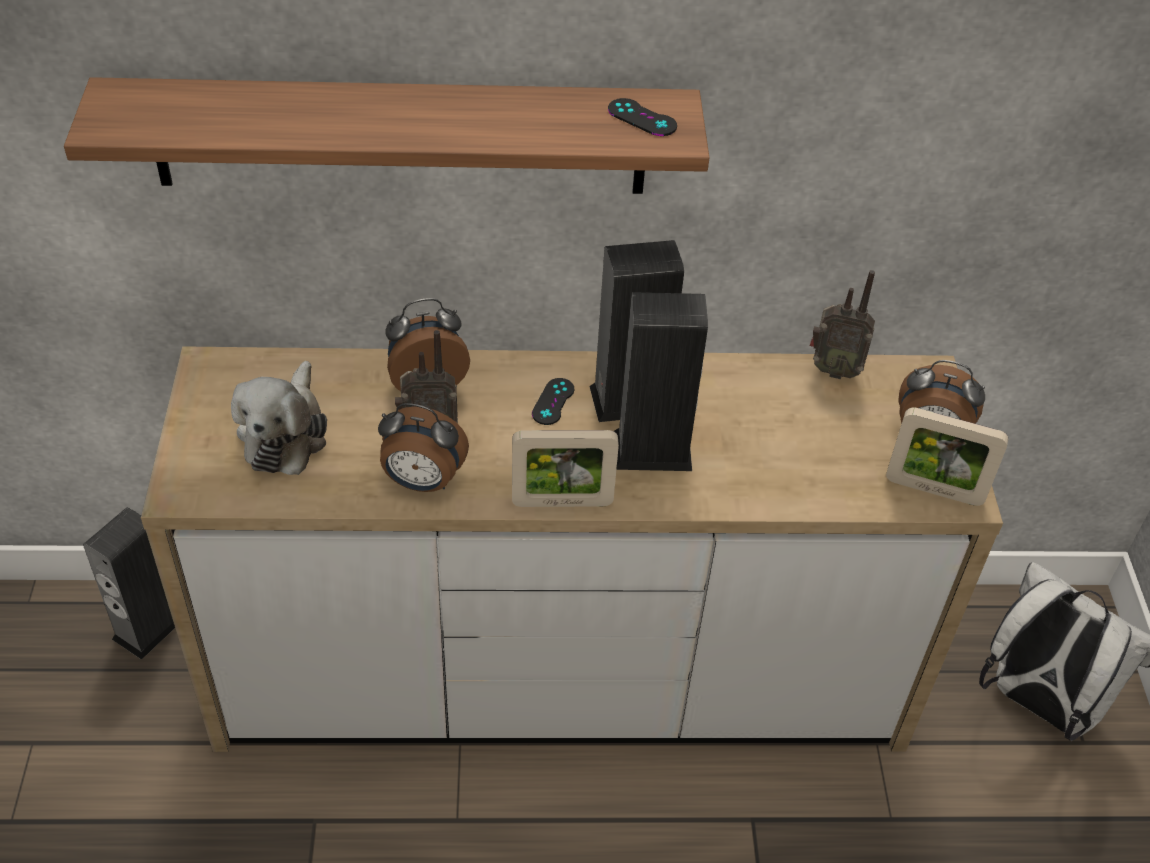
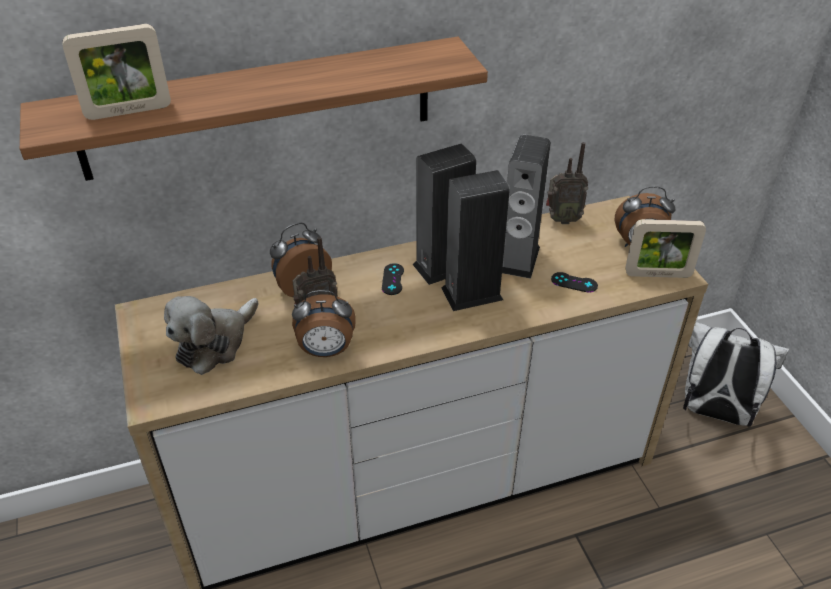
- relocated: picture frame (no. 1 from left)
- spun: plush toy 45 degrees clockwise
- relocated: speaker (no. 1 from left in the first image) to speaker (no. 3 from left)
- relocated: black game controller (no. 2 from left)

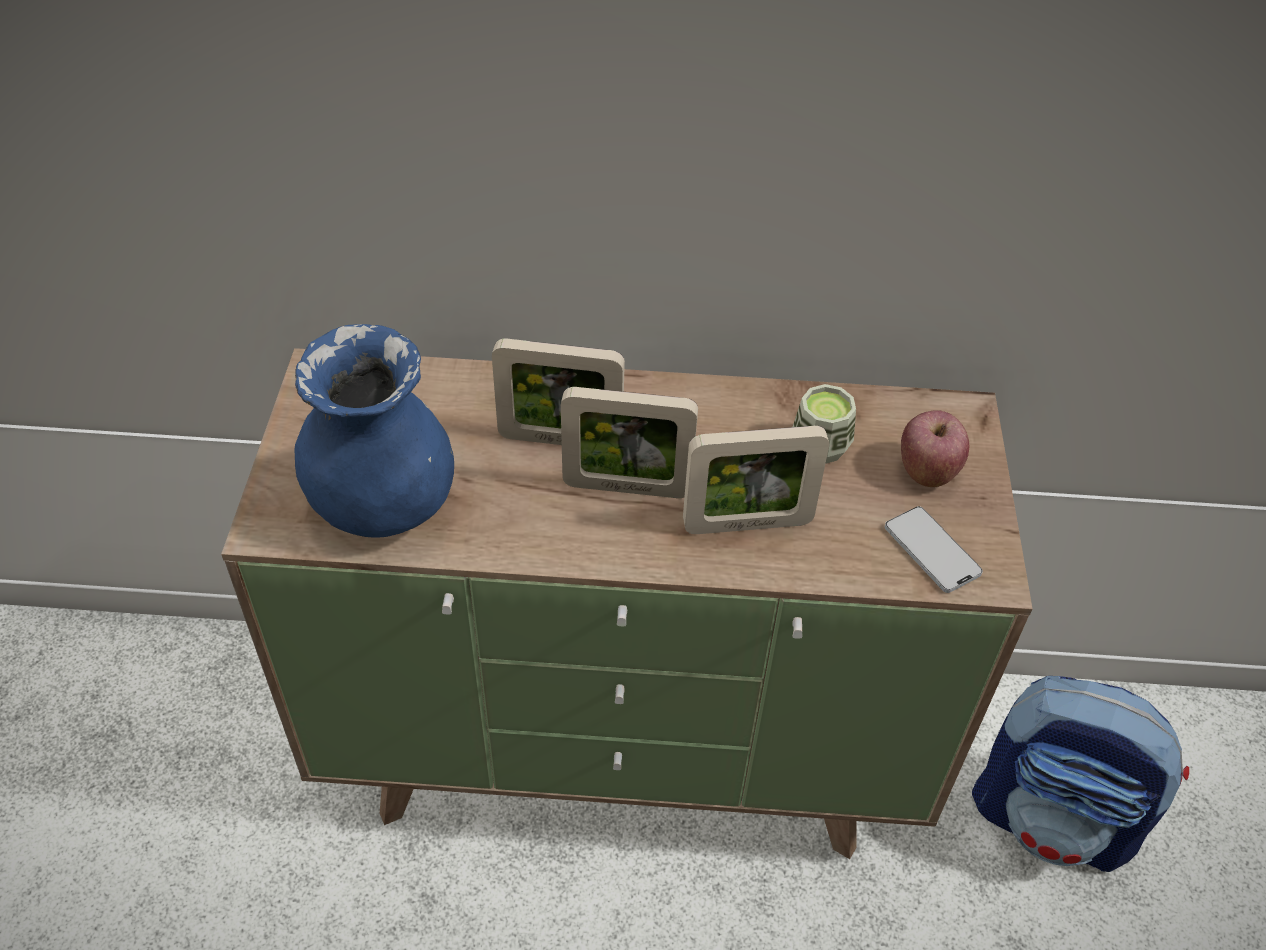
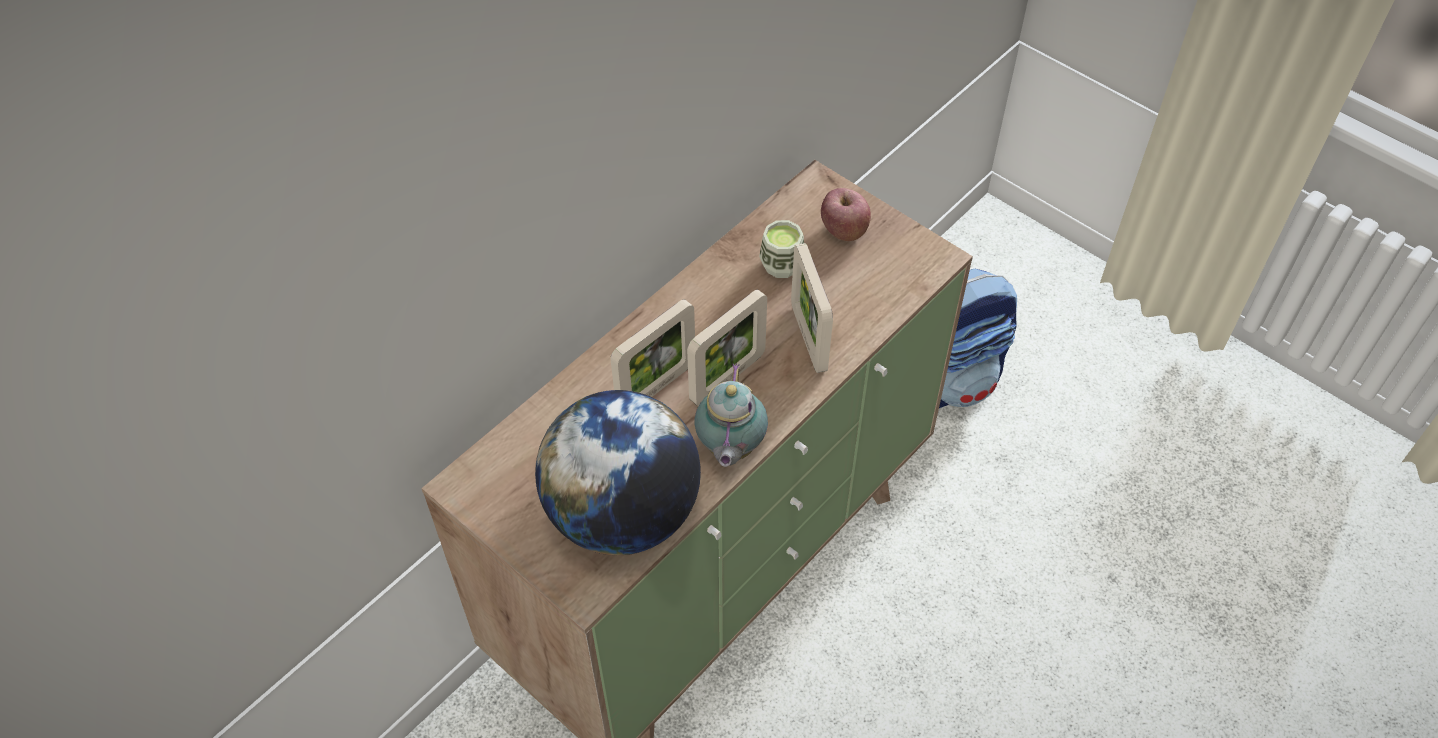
- exchanged: blue vase to globe
- appeared: teapot
- spun: picture frame (no. 3 from left) 135 degrees clockwise
- missing: phone

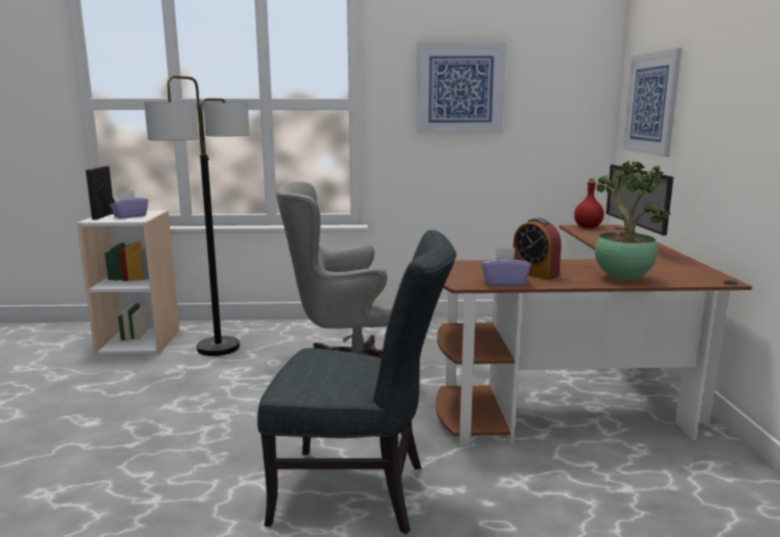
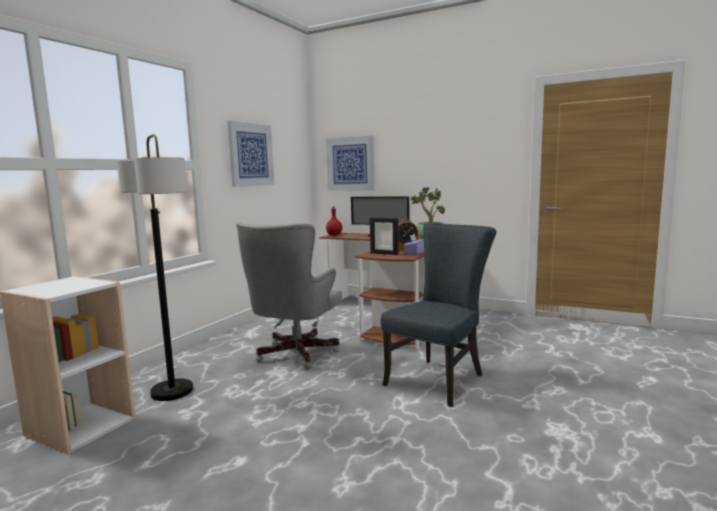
- relocated: picture frame
- missing: purple tissue box (no. 1 from left)

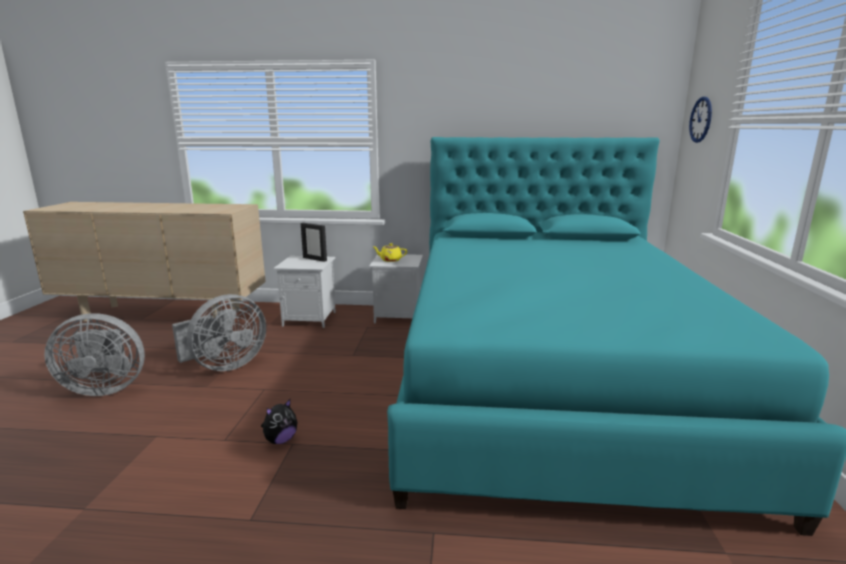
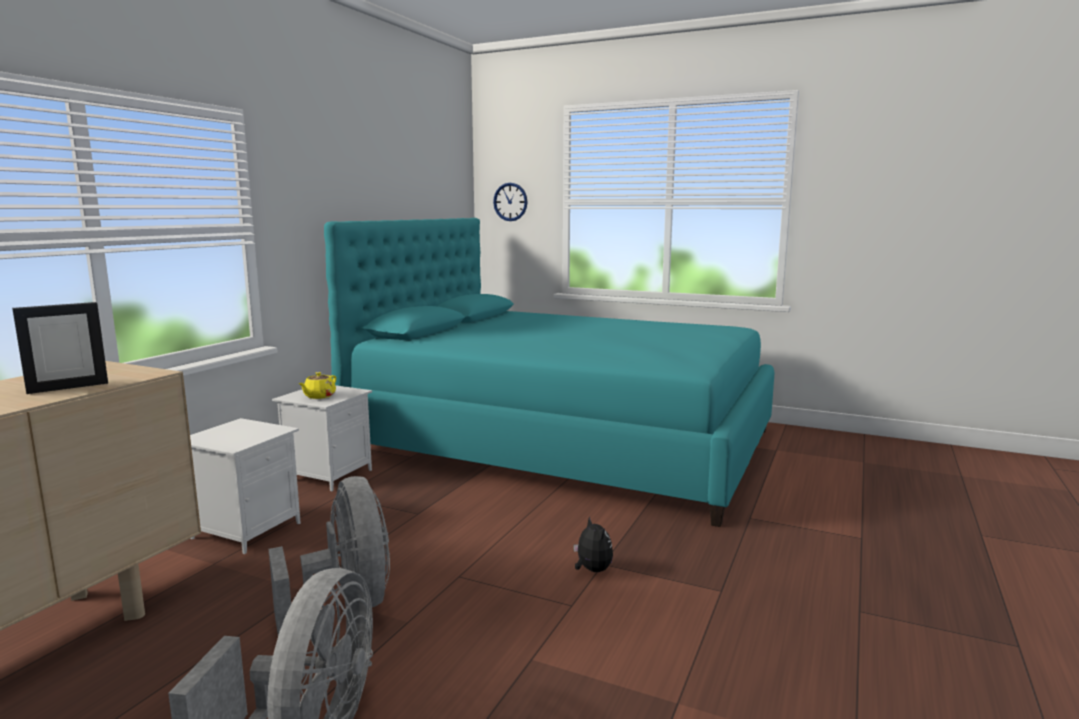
- relocated: picture frame

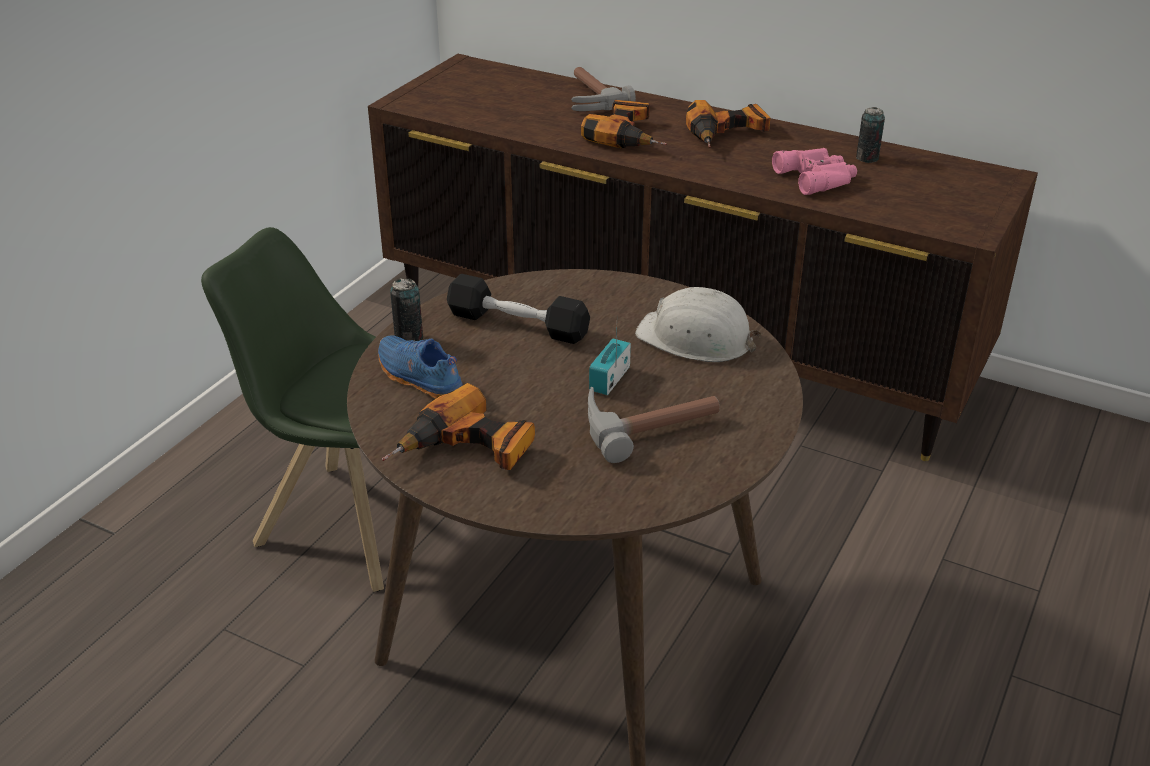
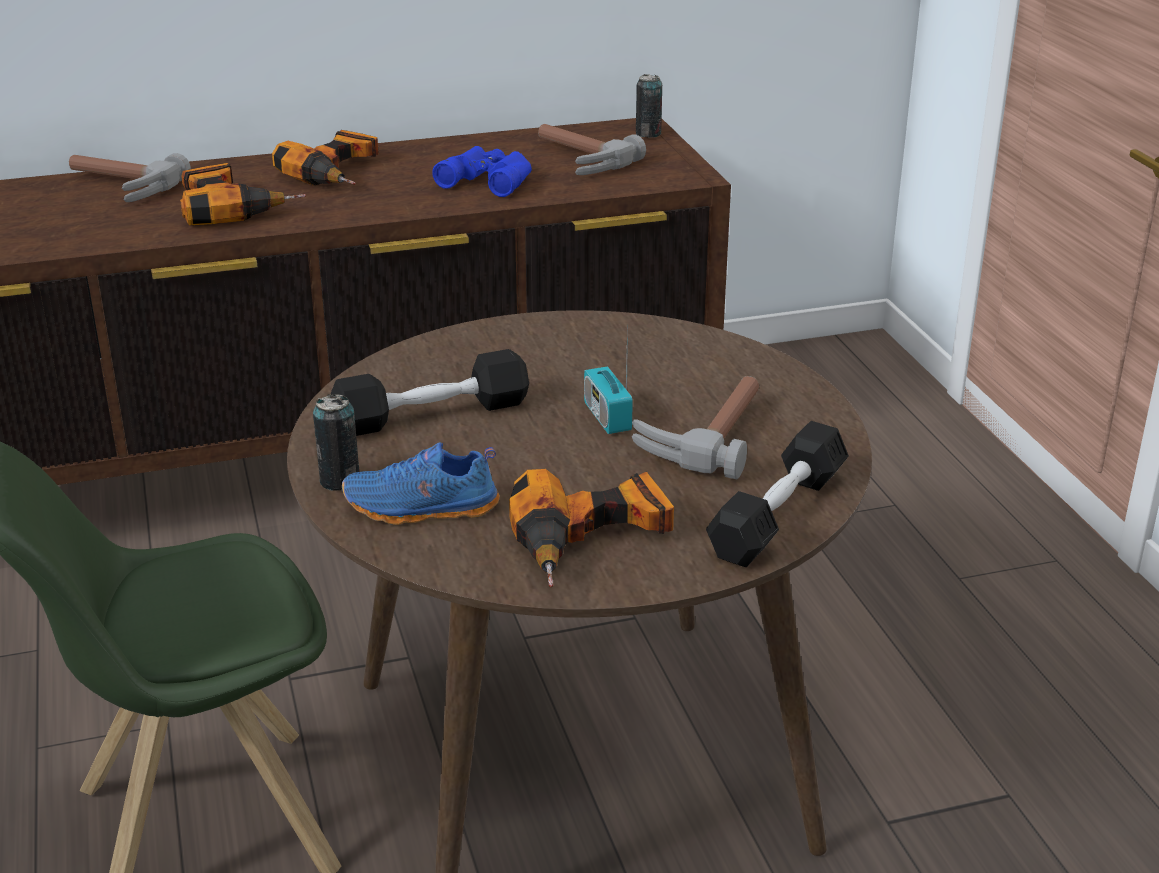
- colour: pink binoculars to blue binoculars
- appeared: hammer (no. 2 from left)
- relocated: can (no. 2 from left)
- appeared: black dumbbell (no. 2 from left)
- missing: white hard hat

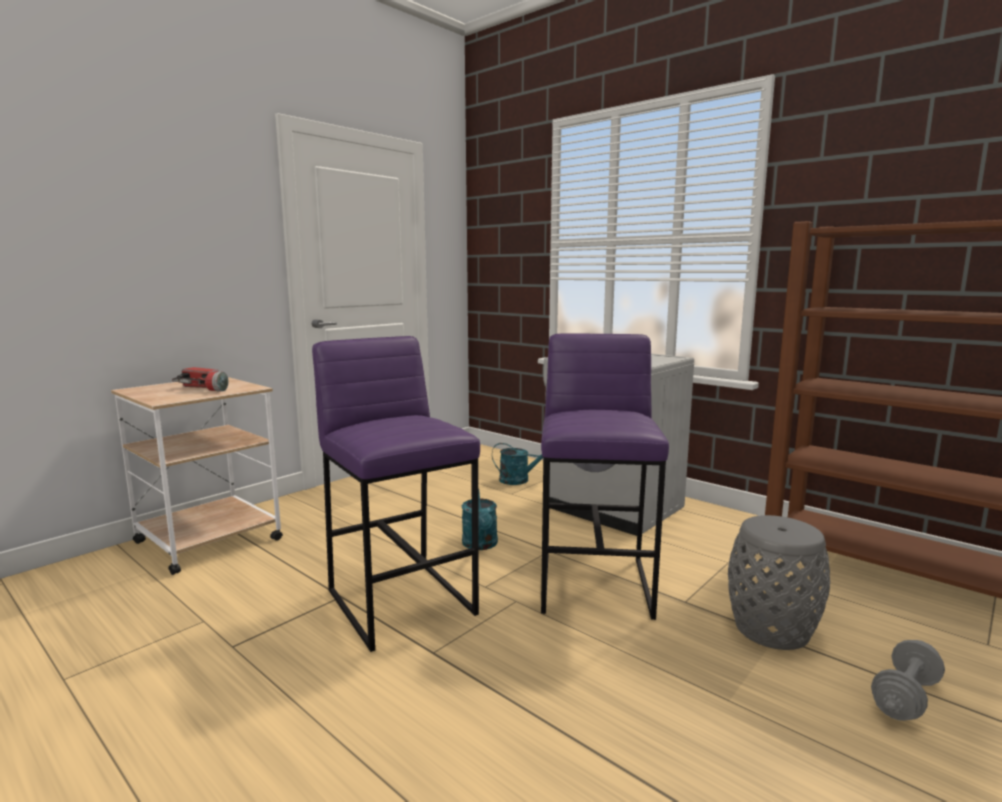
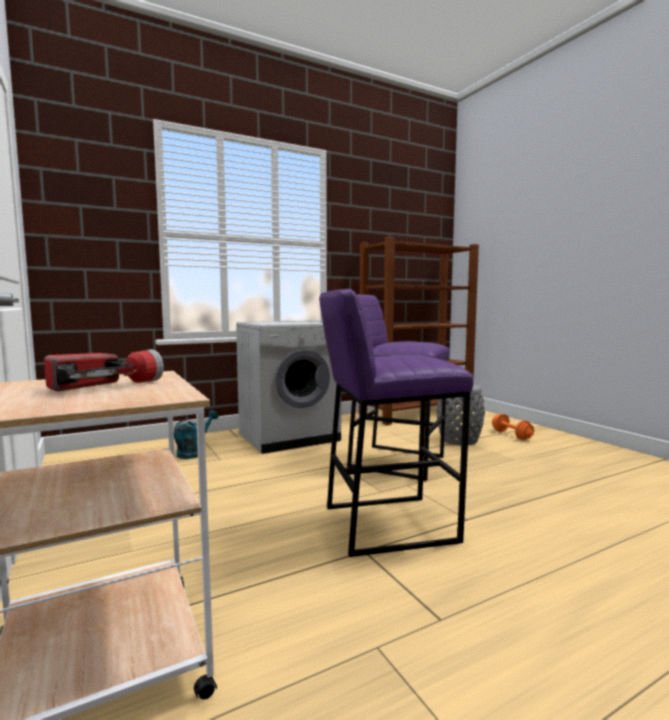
- colour: grey dumbbell to orange dumbbell
- missing: turquoise watering can (no. 1 from left)

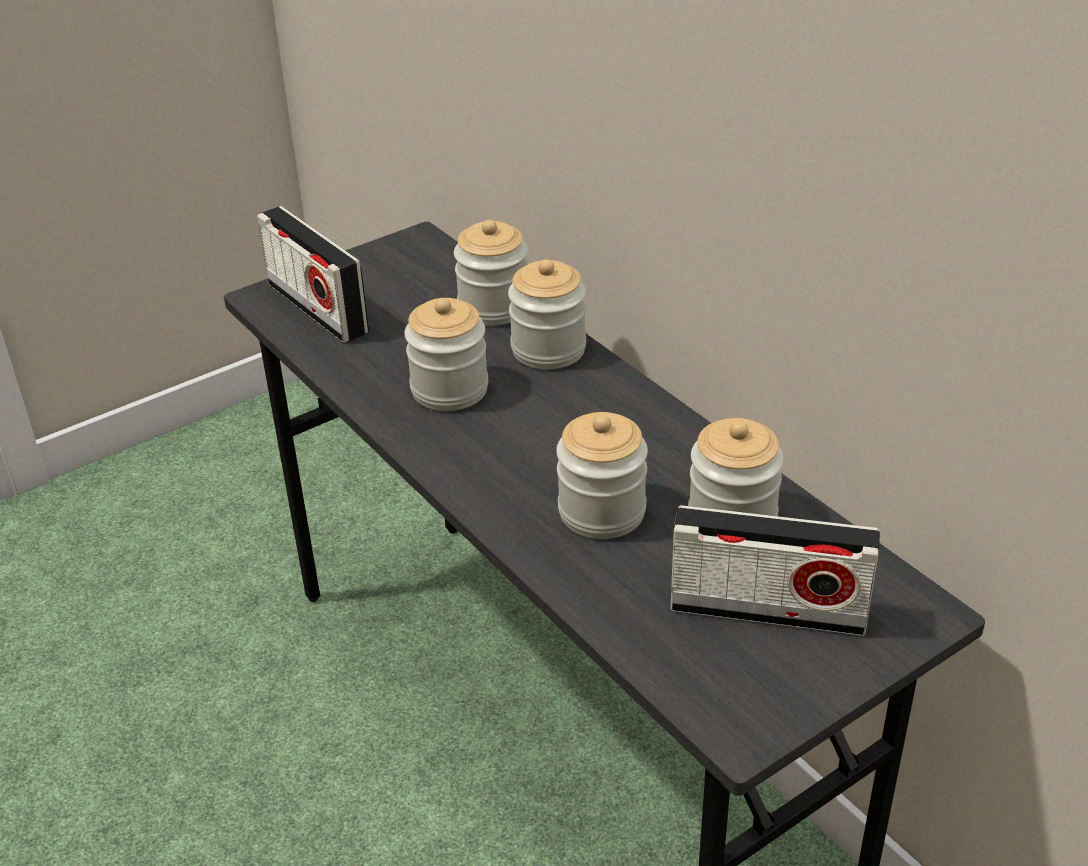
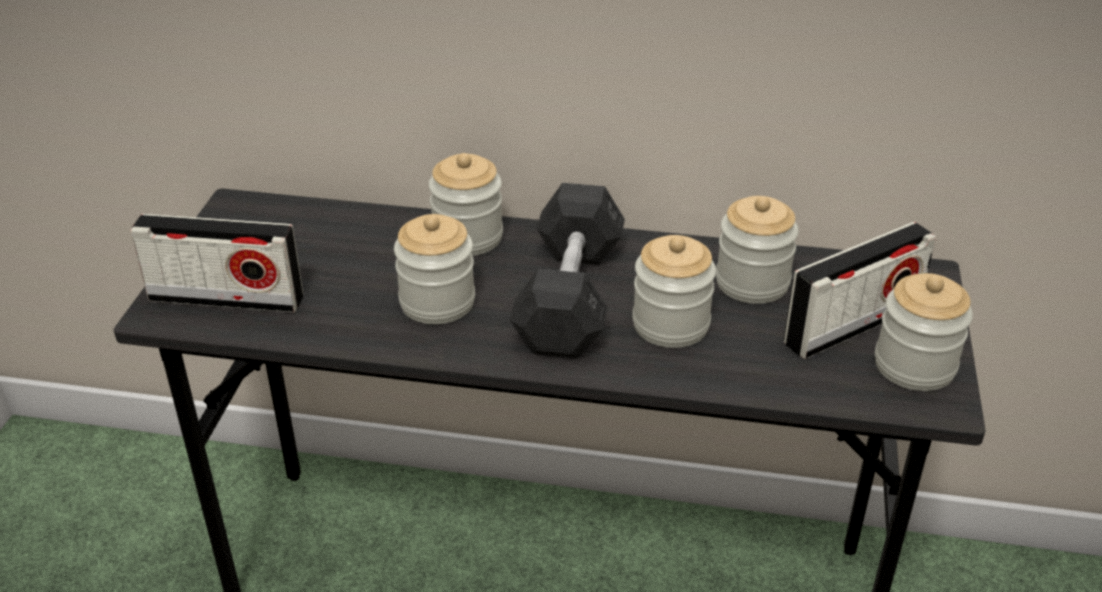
- appeared: grey dumbbell
- relocated: jar (no. 2 from left in the first image) to jar (no. 5 from left)

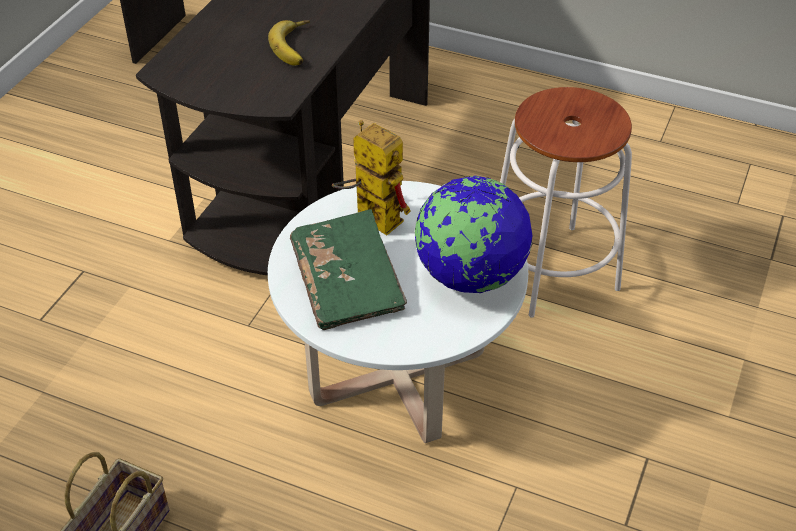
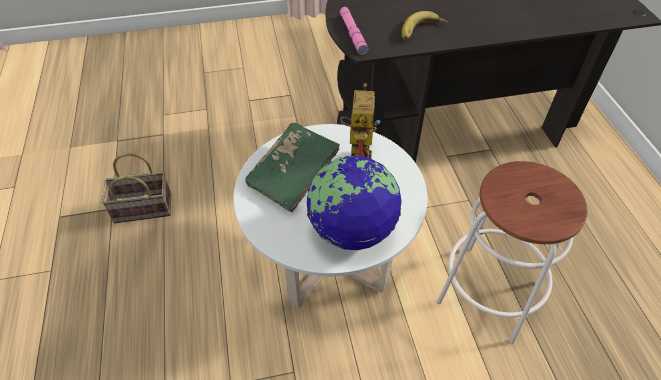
- appeared: pink flashlight

